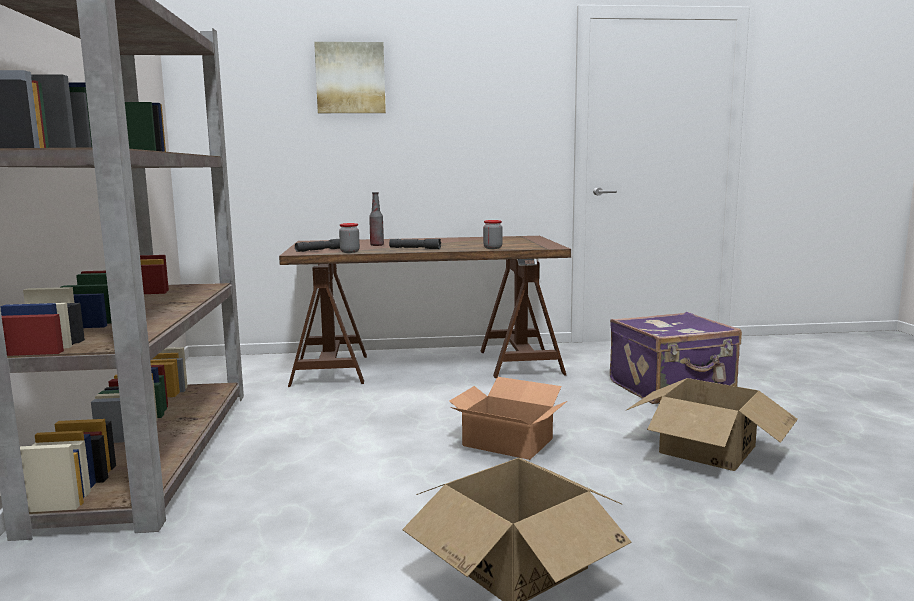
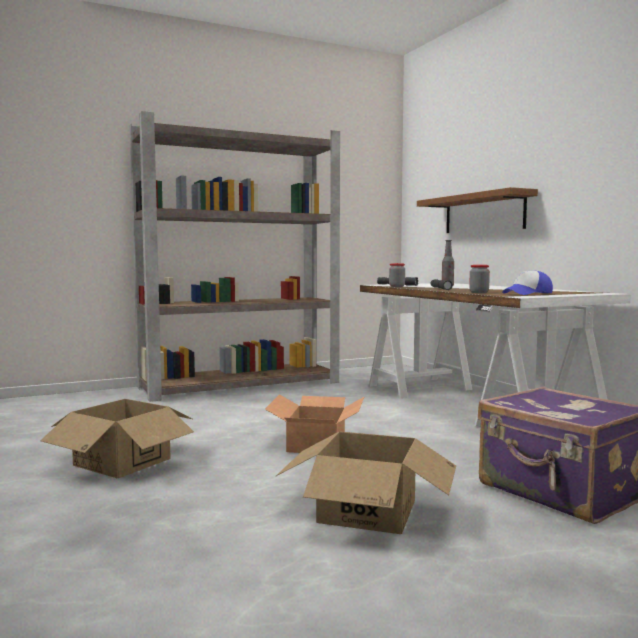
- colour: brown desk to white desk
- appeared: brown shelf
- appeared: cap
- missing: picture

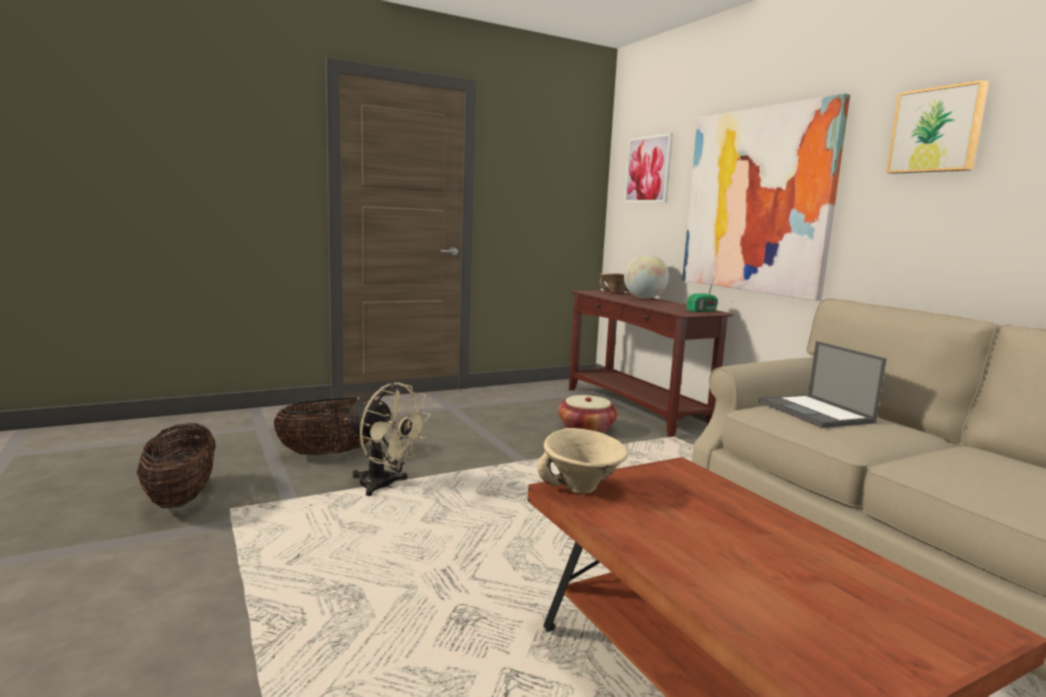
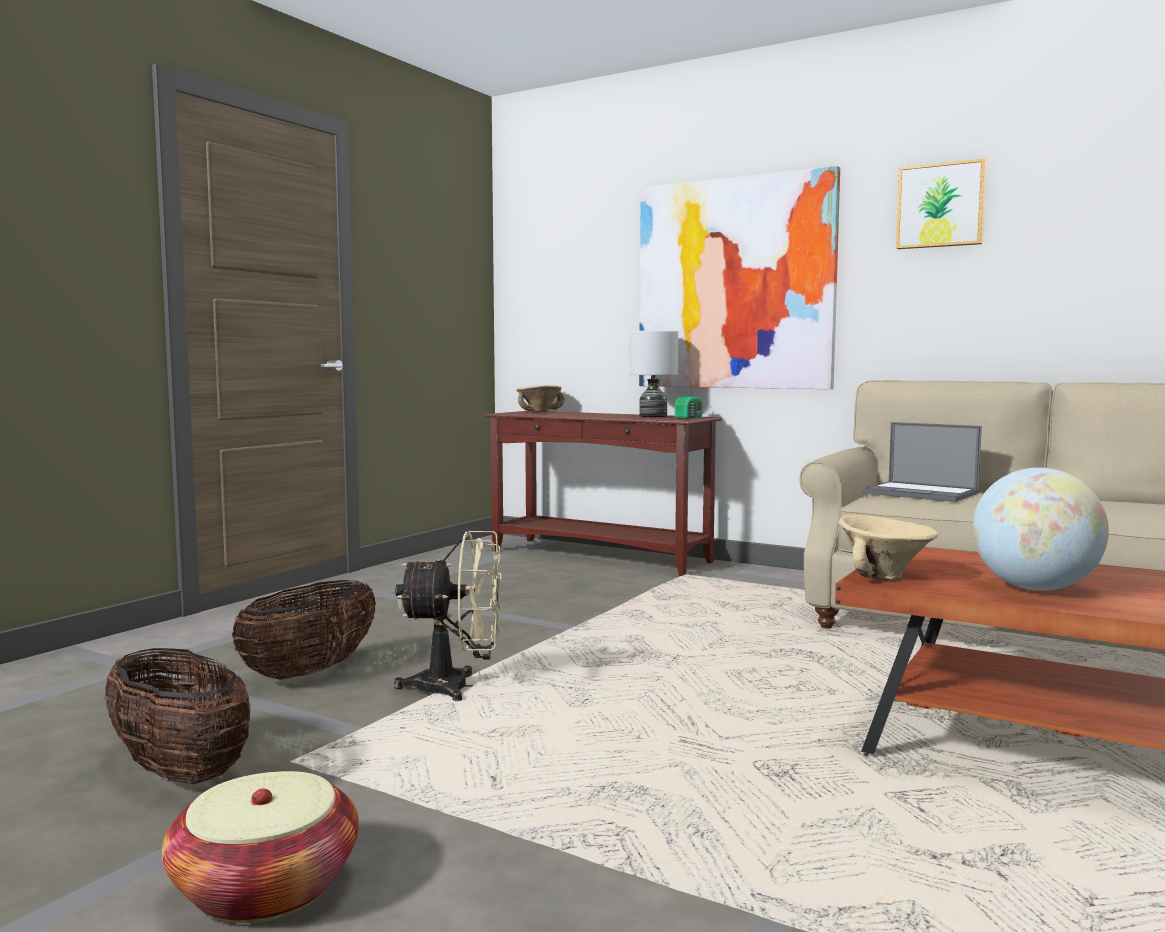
- relocated: basket (no. 3 from left in the first image) to basket (no. 2 from left)
- appeared: grey table lamp
- relocated: globe
- missing: picture (no. 1 from left)

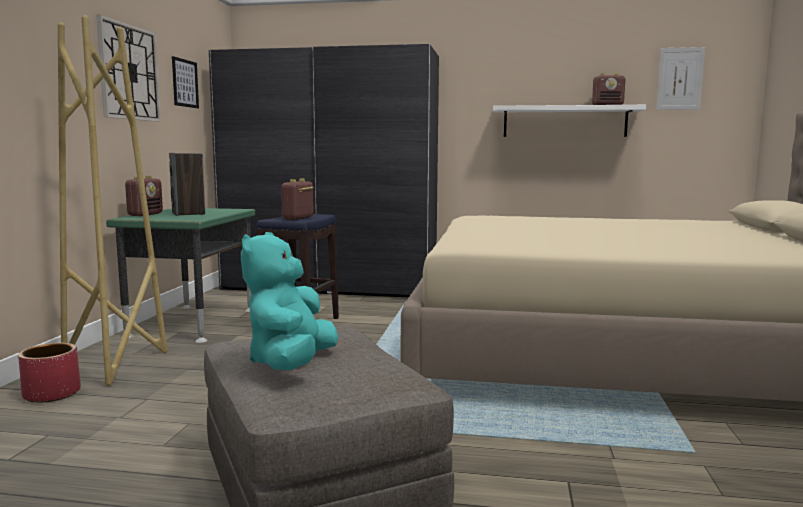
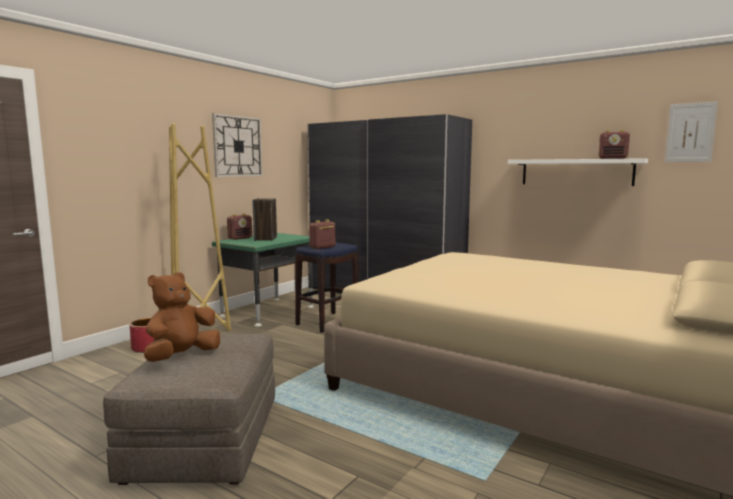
- colour: turquoise plush toy to brown plush toy
- missing: picture (no. 1 from left)

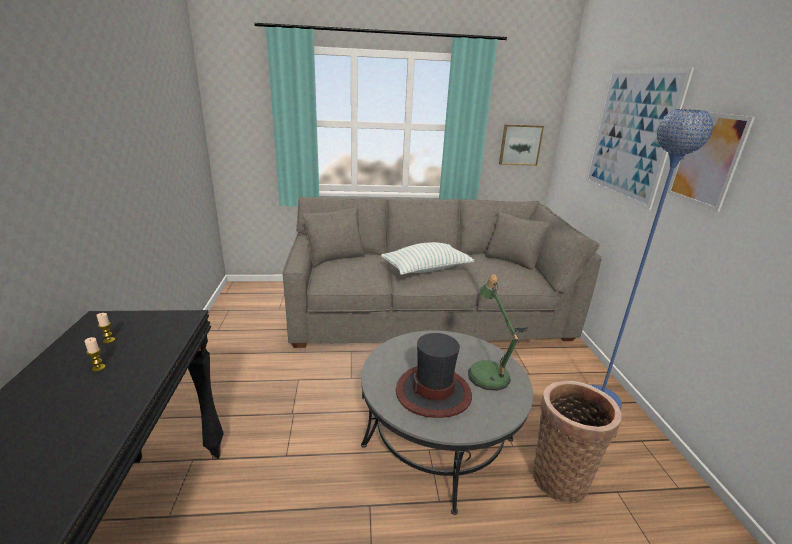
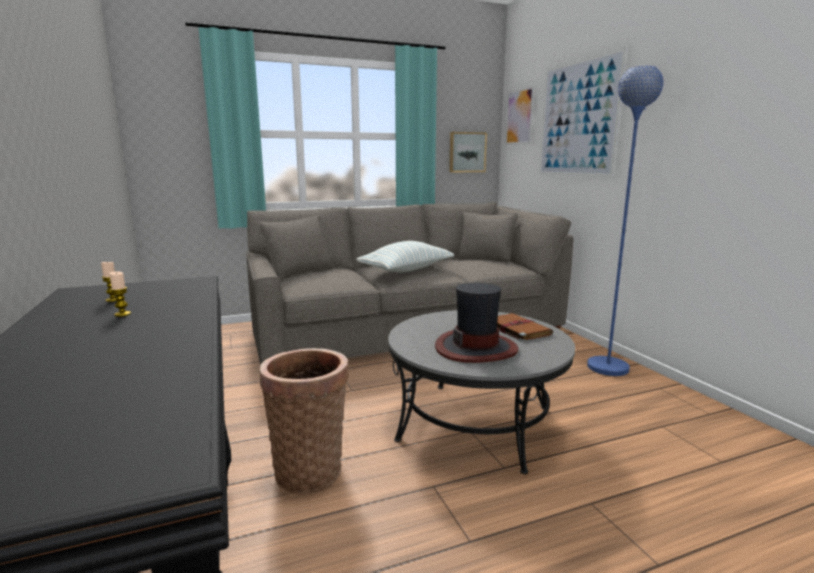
- relocated: basket
- exchanged: table lamp to brown book
- relocated: picture (no. 3 from left in the first image) to picture (no. 2 from left)

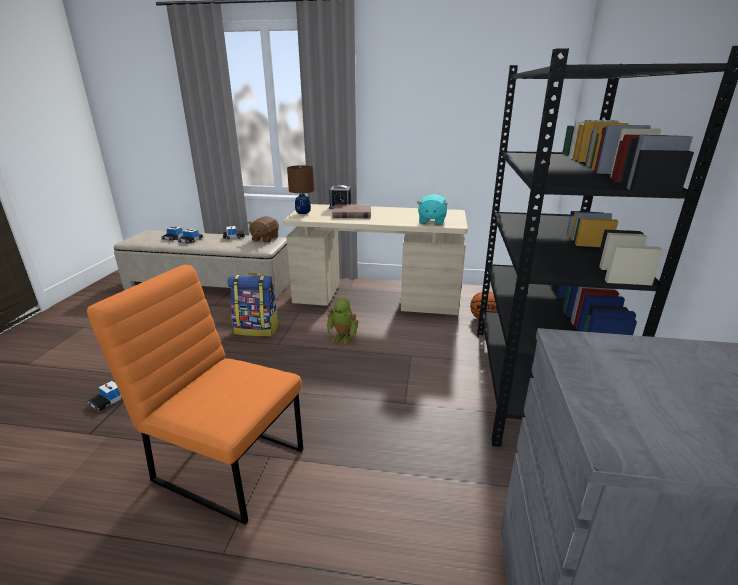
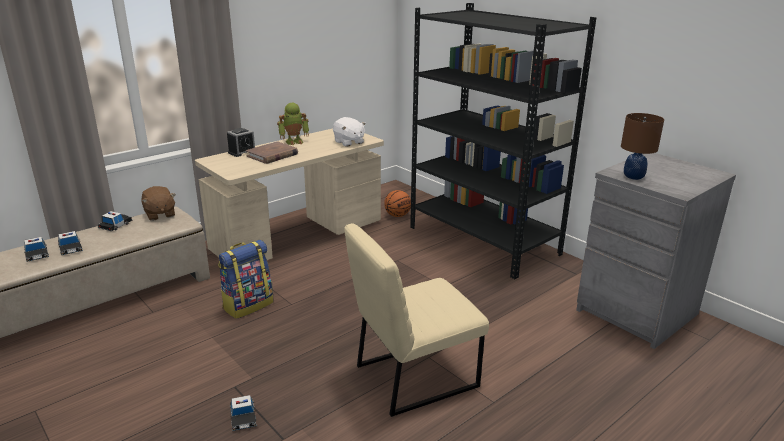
- relocated: toy robot
- colour: turquoise plush toy to white plush toy
- colour: orange chair to beige chair
- relocated: brown table lamp

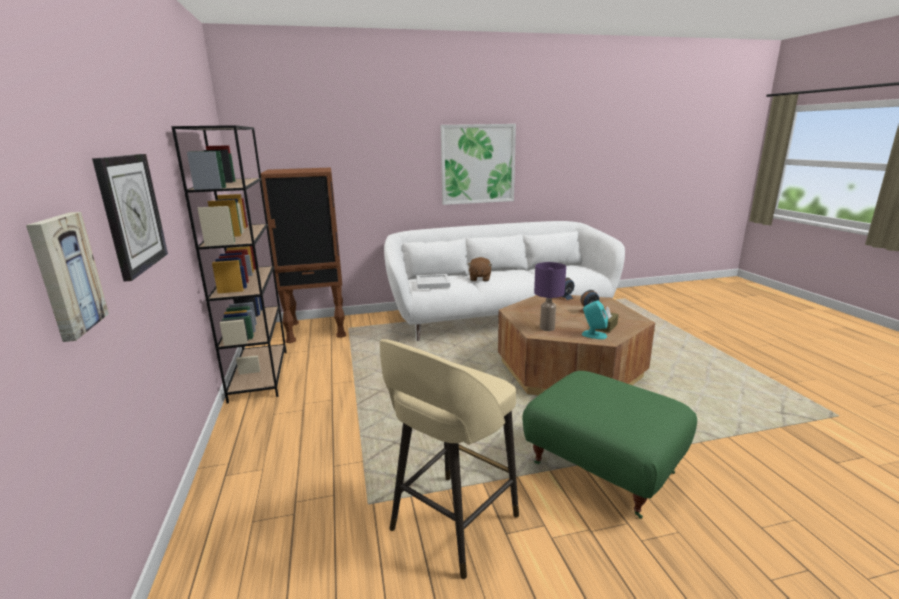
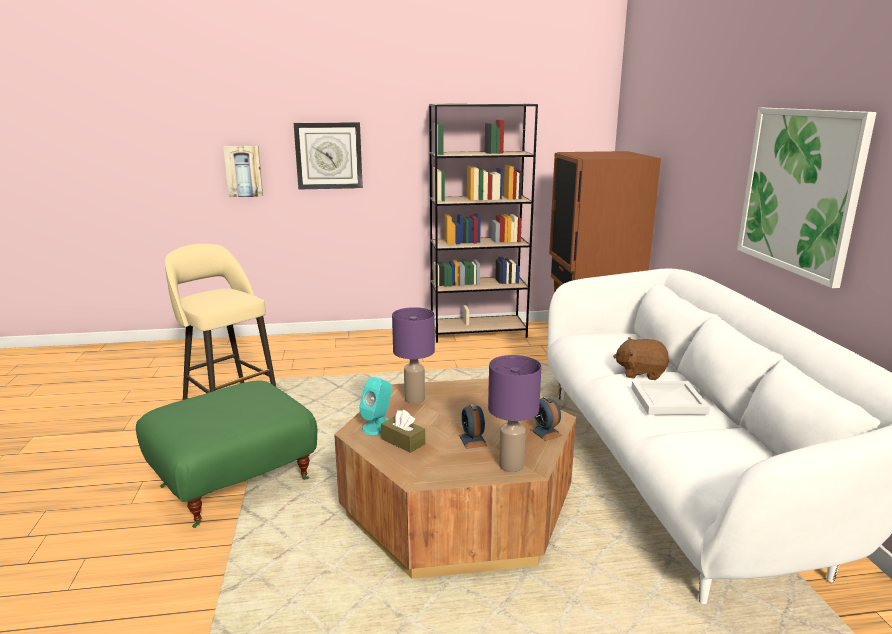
- appeared: purple table lamp (no. 2 from left)
- relocated: white tray

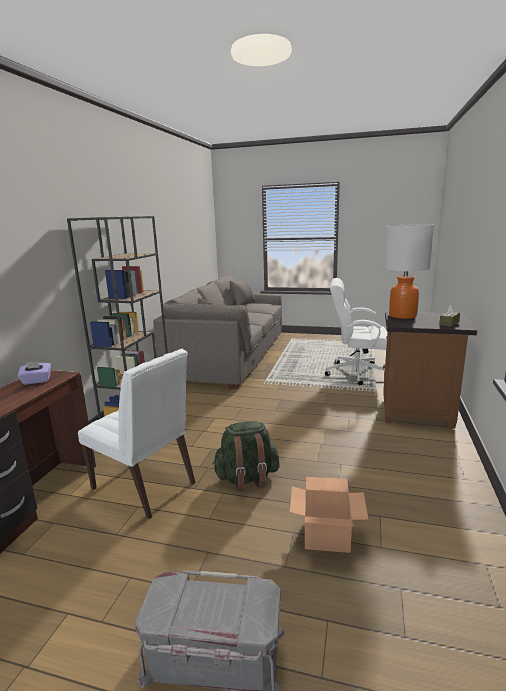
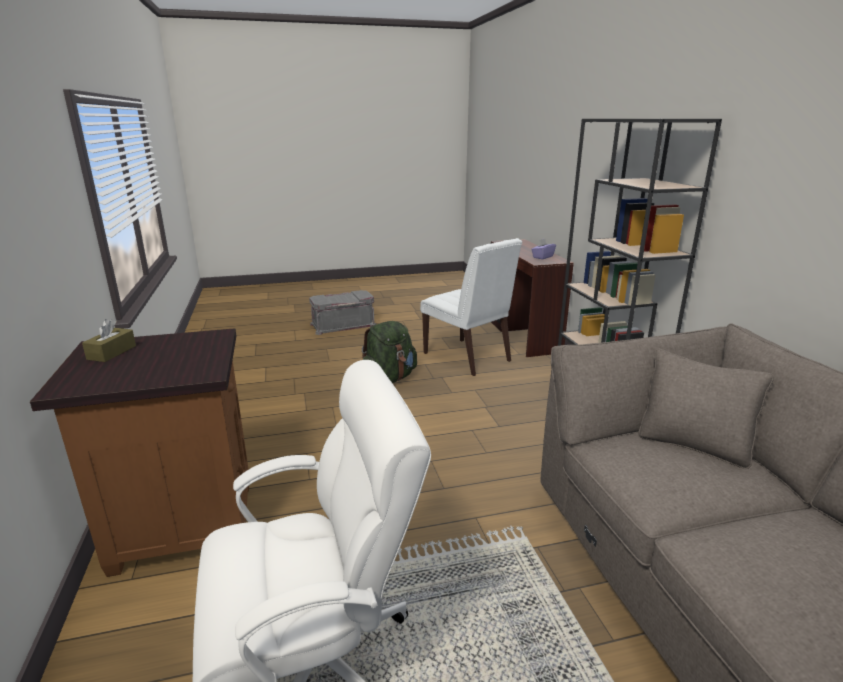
- spun: white chair 135 degrees counterclockwise
- missing: cardboard box
- missing: table lamp

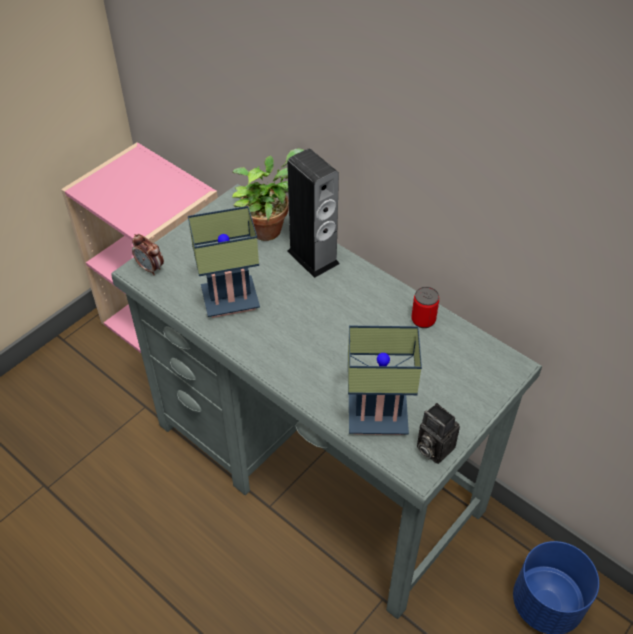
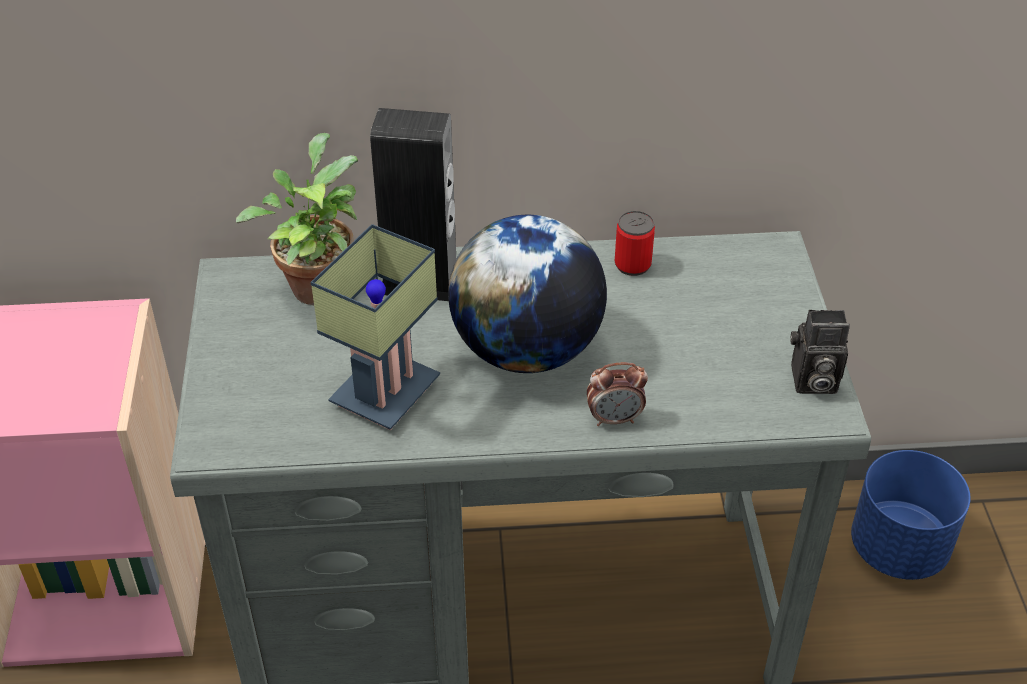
- appeared: globe
- relocated: alarm clock
- missing: table lamp (no. 2 from left)

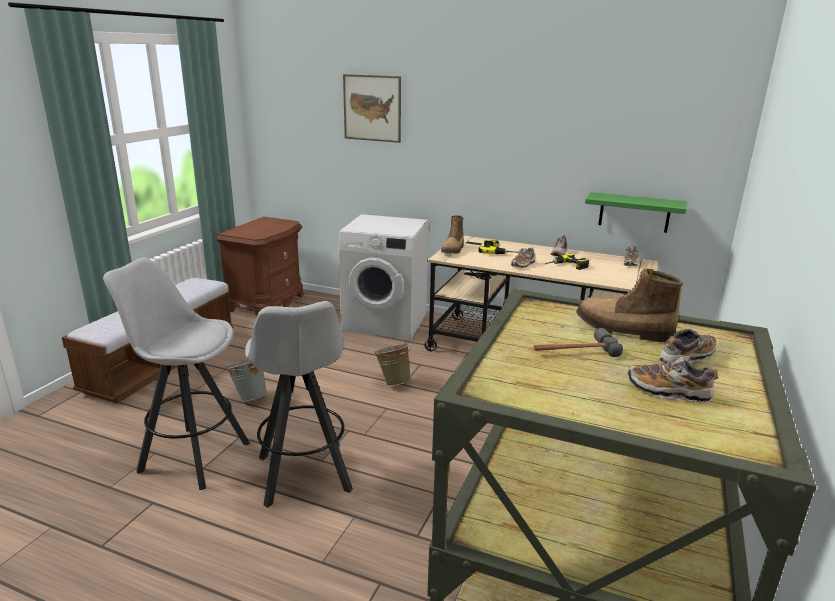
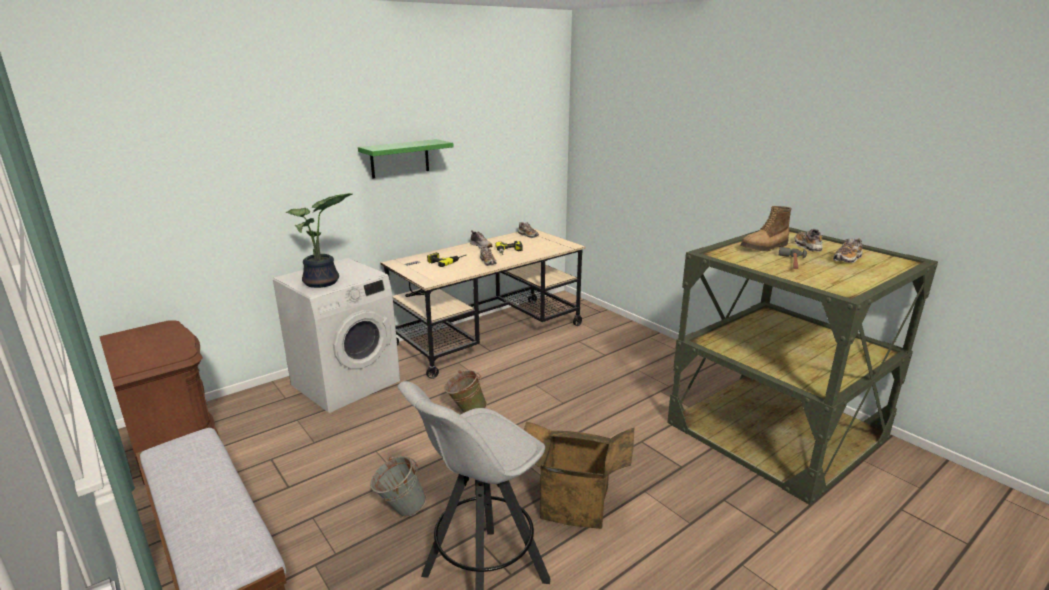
- appeared: potted plant
- relocated: green shelf
- exchanged: grey stool (no. 2 from left) to cardboard box
- missing: picture
- missing: boot (no. 1 from left)

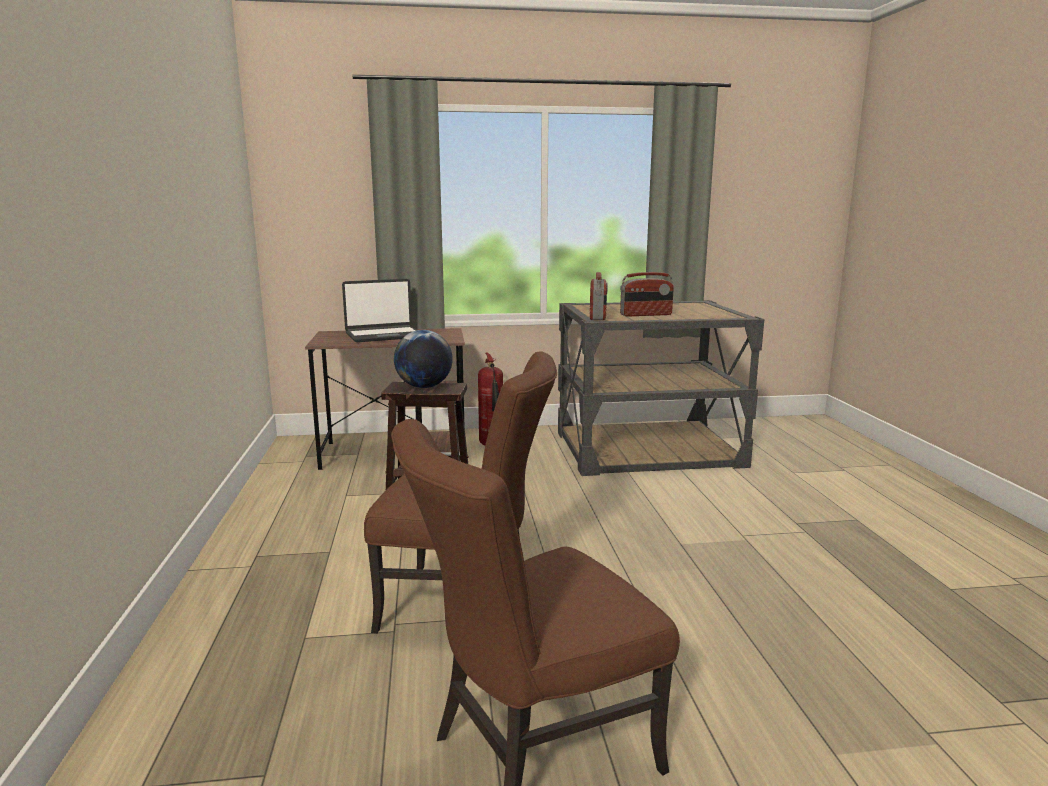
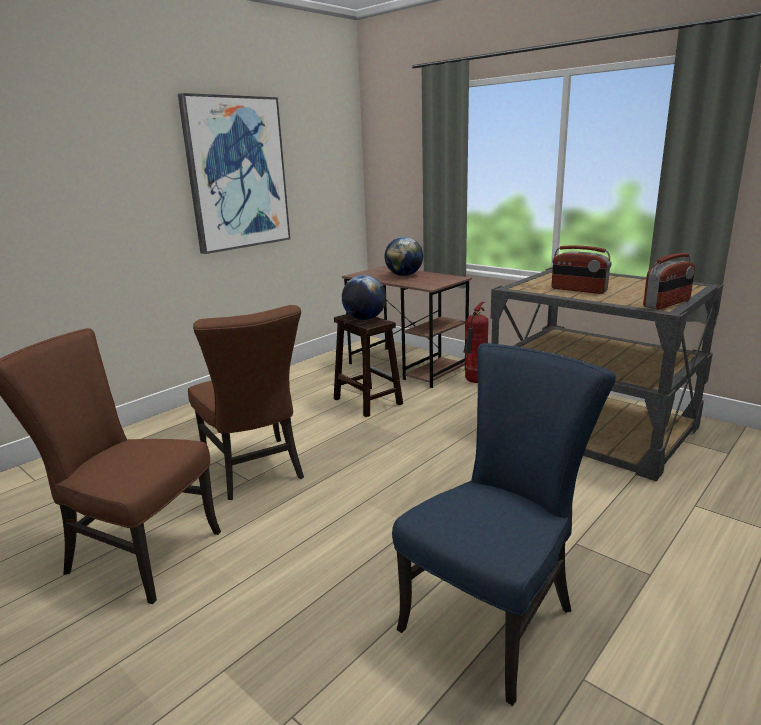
- appeared: picture
- exchanged: laptop to globe (no. 2 from left)
- appeared: blue chair
- relocated: radio (no. 1 from left in the first image) to radio (no. 2 from left)

